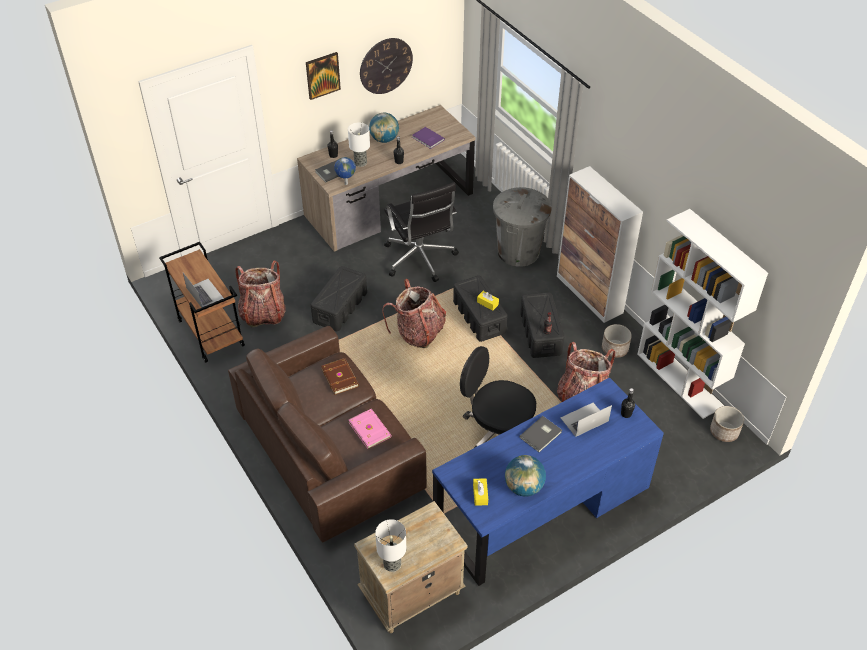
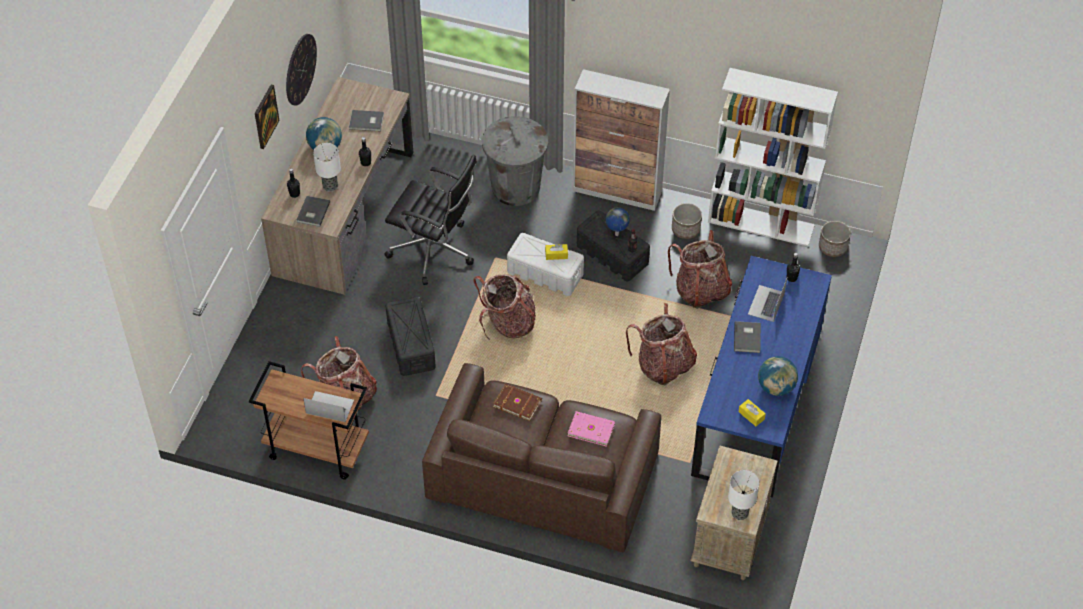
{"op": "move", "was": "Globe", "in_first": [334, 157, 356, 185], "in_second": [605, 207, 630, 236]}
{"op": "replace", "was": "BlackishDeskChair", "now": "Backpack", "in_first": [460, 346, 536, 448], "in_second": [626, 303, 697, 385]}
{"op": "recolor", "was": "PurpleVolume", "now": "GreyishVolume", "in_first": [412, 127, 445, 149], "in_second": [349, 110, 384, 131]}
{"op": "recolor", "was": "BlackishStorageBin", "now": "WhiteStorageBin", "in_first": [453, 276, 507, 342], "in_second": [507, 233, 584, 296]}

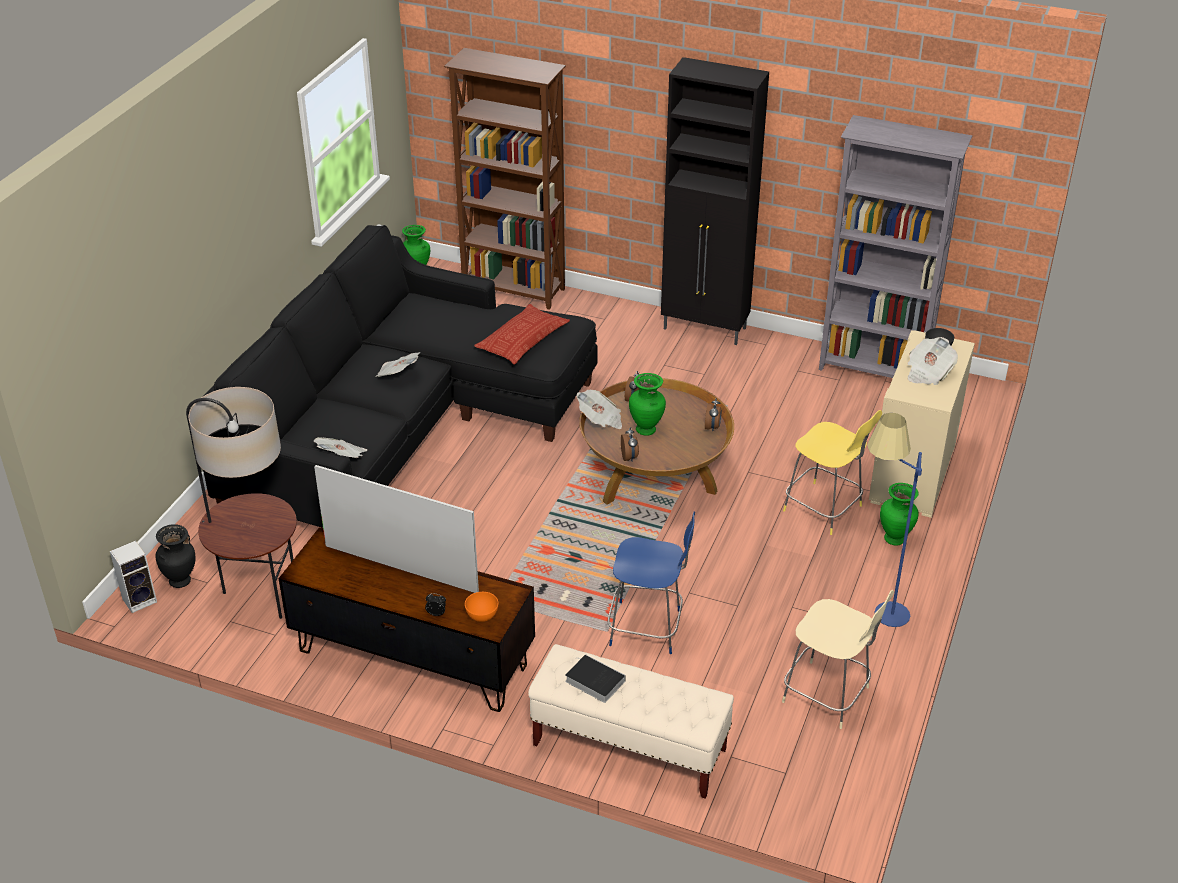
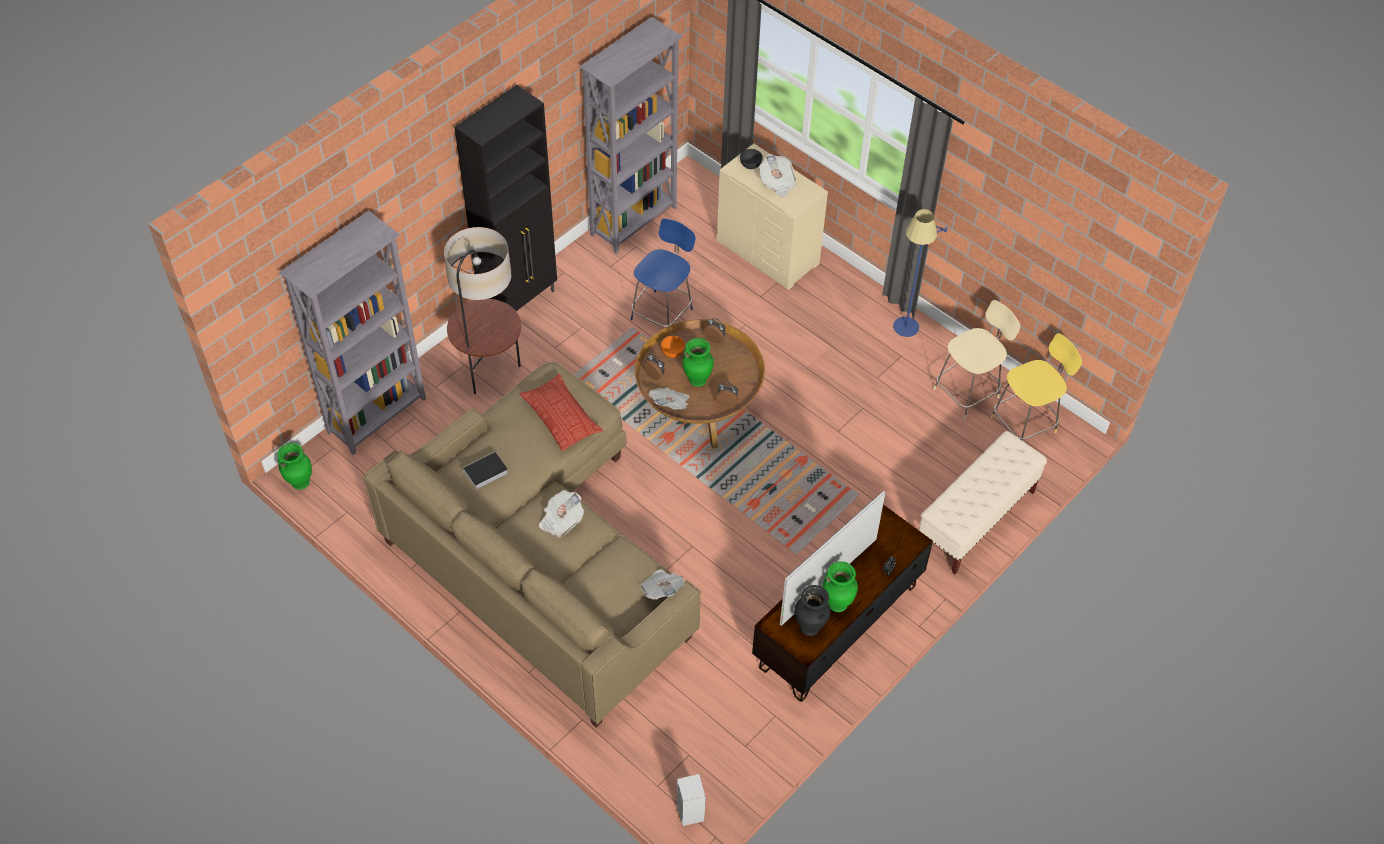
{"op": "move", "was": "BlackishFlowerVase", "in_first": [156, 524, 195, 588], "in_second": [795, 585, 830, 636]}
{"op": "move", "was": "StandardLamp", "in_first": [186, 387, 297, 619], "in_second": [444, 227, 521, 394]}
{"op": "move", "was": "OrangeyDeepDish", "in_first": [465, 592, 498, 622], "in_second": [661, 336, 685, 358]}
{"op": "move", "was": "Volume", "in_first": [565, 654, 626, 703], "in_second": [458, 452, 508, 489]}
{"op": "move", "was": "BluishSittingStool", "in_first": [608, 512, 695, 654], "in_second": [631, 218, 695, 327]}
{"op": "move", "was": "YellowishSittingStool", "in_first": [783, 410, 882, 535], "in_second": [990, 333, 1082, 440]}
{"op": "move", "was": "GreenishFlowerVase", "in_first": [880, 483, 919, 545], "in_second": [823, 561, 858, 612]}
{"op": "recolor", "was": "BlackishCouch", "now": "SandColouredCouch", "in_first": [203, 225, 598, 528], "in_second": [363, 362, 700, 728]}
{"op": "recolor", "was": "BrownishBookshelf", "now": "GreyishBookshelf", "in_first": [444, 48, 566, 310], "in_second": [279, 211, 426, 455]}

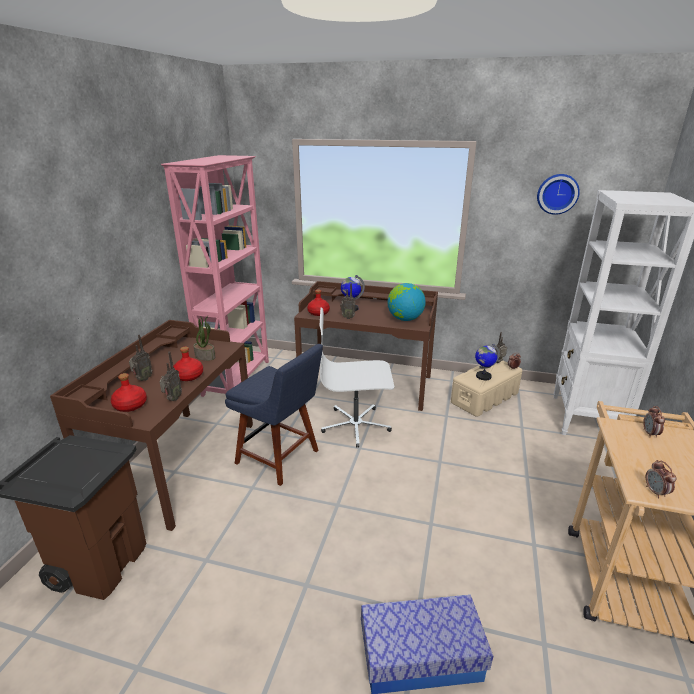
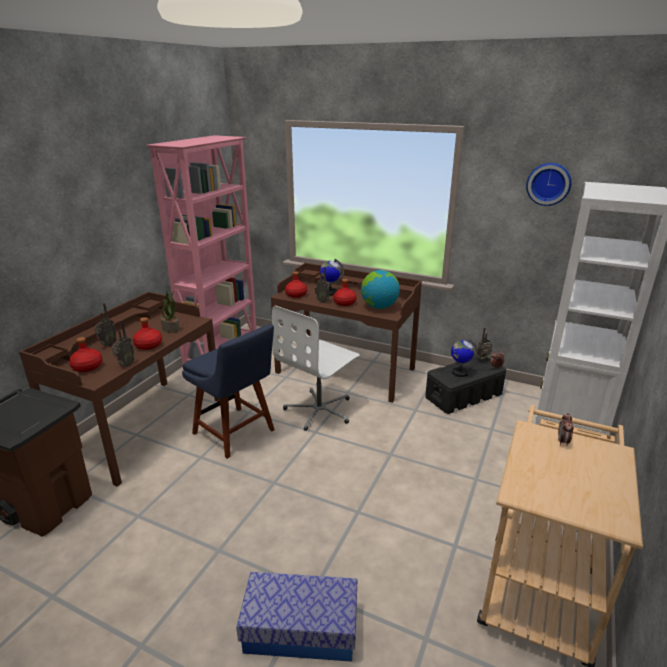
{"op": "delete", "was": "AlarmClock", "in_first": [646, 460, 676, 498]}
{"op": "insert", "now": "RedColouredBeverageBottle", "in_second": [333, 279, 357, 306]}
{"op": "recolor", "was": "SandColouredStorageBin", "now": "BlackishStorageBin", "in_first": [451, 360, 522, 417], "in_second": [425, 356, 506, 414]}
{"op": "rotate", "was": "WhiteDeskChair", "in_first": [320, 307, 394, 448], "in_second": [272, 305, 360, 431], "clockwise": -60}

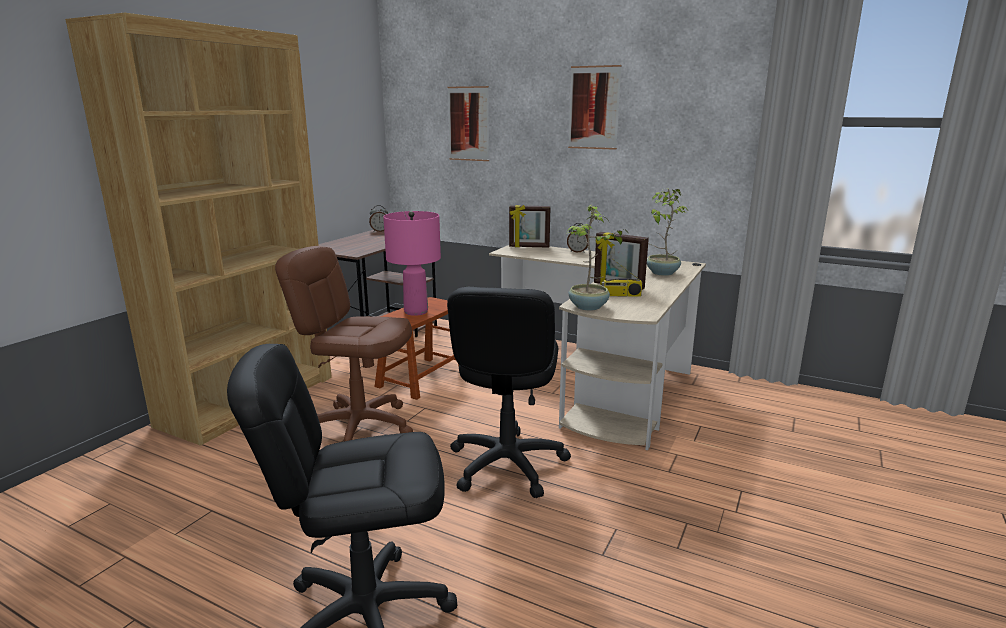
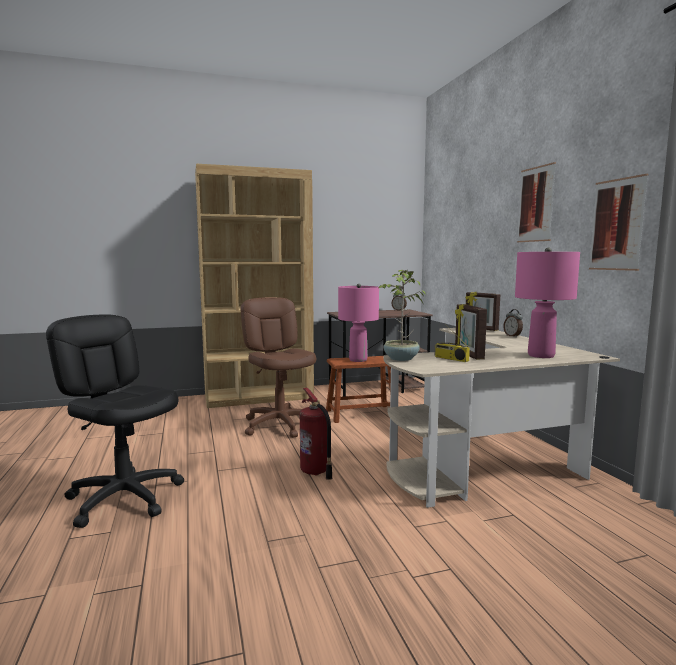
{"op": "move", "was": "WallPicture", "in_first": [448, 86, 489, 161], "in_second": [589, 174, 648, 271]}
{"op": "replace", "was": "BlackishDeskChair", "now": "FireFightingCylinder", "in_first": [447, 287, 571, 498], "in_second": [300, 388, 333, 480]}
{"op": "replace", "was": "PottedPlant", "now": "PinkLampForATable", "in_first": [647, 188, 688, 276], "in_second": [515, 247, 580, 358]}

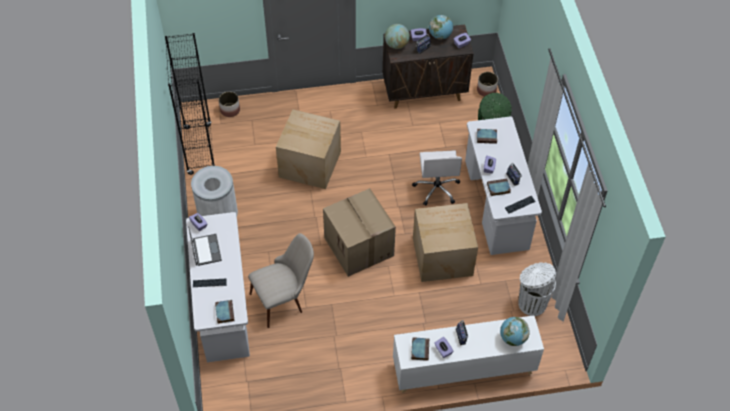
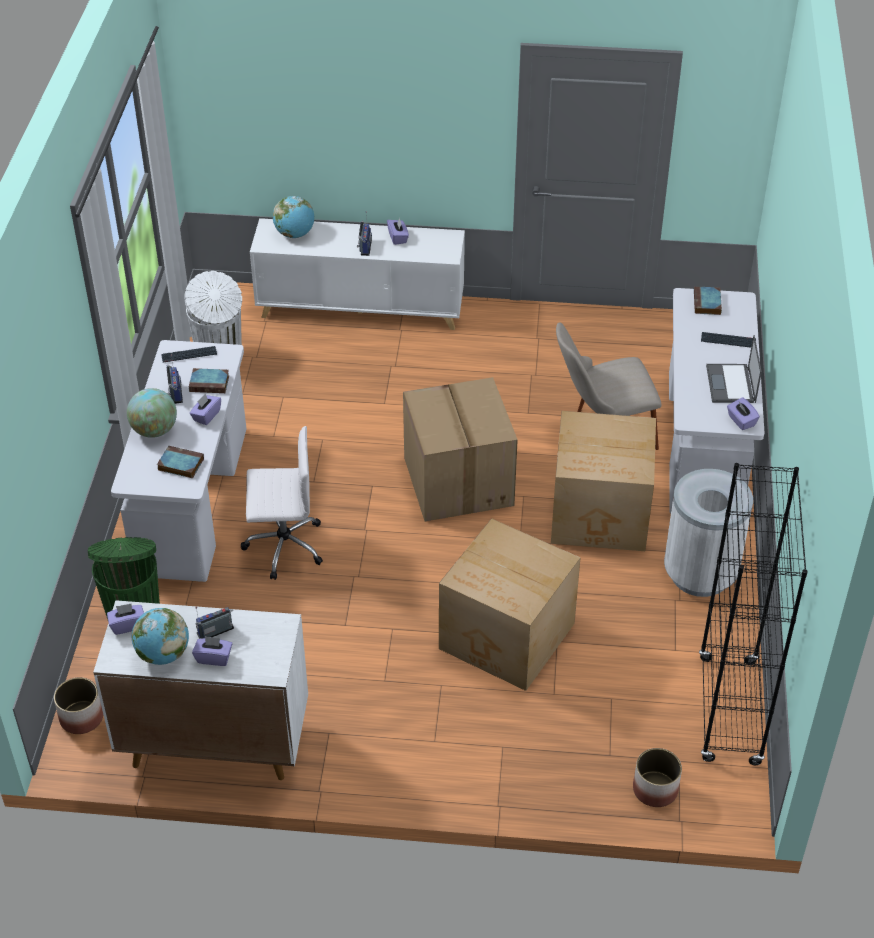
{"op": "delete", "was": "Volume", "in_first": [411, 337, 429, 361]}
{"op": "move", "was": "Globe", "in_first": [385, 24, 410, 49], "in_second": [127, 388, 177, 438]}
{"op": "move", "was": "CardboardBox", "in_first": [413, 203, 478, 282], "in_second": [551, 411, 656, 551]}
{"op": "recolor", "was": "BrownishCabinet", "now": "WhiteCabinet", "in_first": [383, 25, 474, 109], "in_second": [93, 600, 308, 780]}
{"op": "rotate", "was": "WhiteDeskChair", "in_first": [412, 150, 462, 205], "in_second": [241, 426, 323, 580], "clockwise": 75}

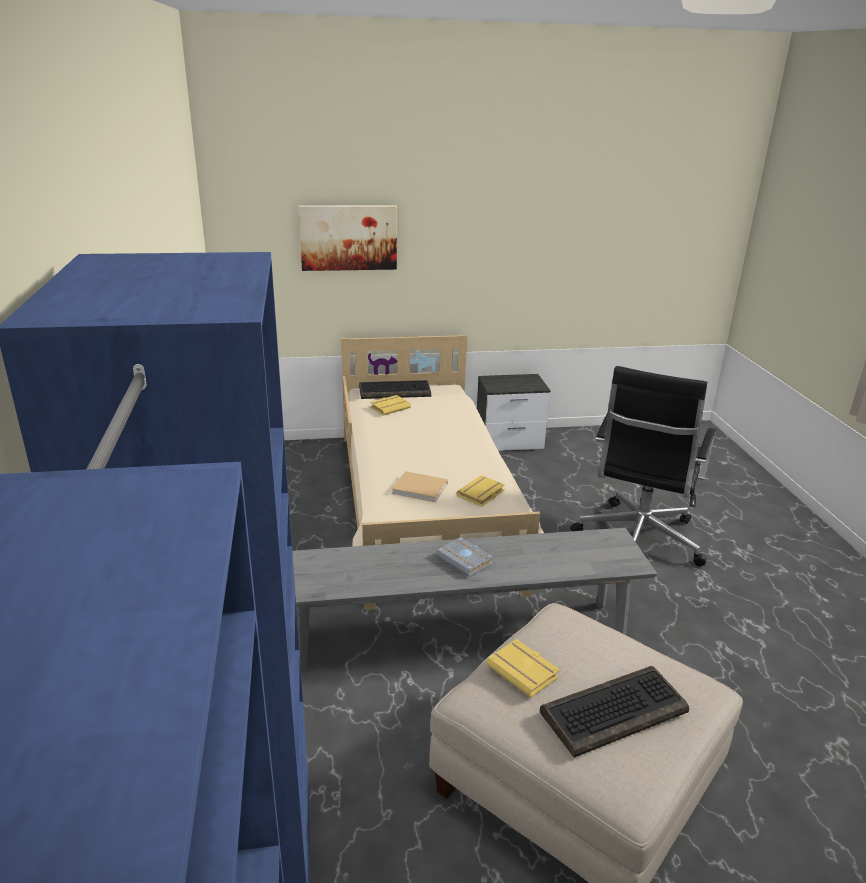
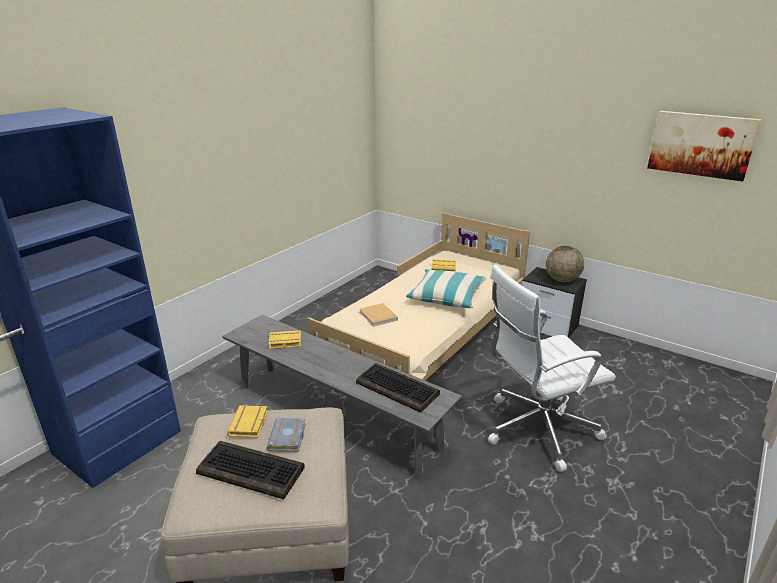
{"op": "insert", "now": "Pillow", "in_second": [406, 269, 486, 308]}
{"op": "insert", "now": "Globe", "in_second": [546, 246, 584, 282]}
{"op": "move", "was": "WallPicture", "in_first": [299, 205, 397, 271], "in_second": [647, 111, 762, 182]}
{"op": "move", "was": "ComputerKeyboard", "in_first": [359, 380, 431, 399], "in_second": [356, 363, 440, 413]}
{"op": "move", "was": "GreyishVolume", "in_first": [436, 537, 494, 577], "in_second": [267, 418, 306, 452]}
{"op": "move", "was": "YellowishVolume", "in_first": [456, 475, 505, 506], "in_second": [269, 330, 301, 349]}
{"op": "recolor", "was": "BlackishDeskChair", "now": "WhiteDeskChair", "in_first": [570, 366, 716, 566], "in_second": [488, 265, 616, 472]}

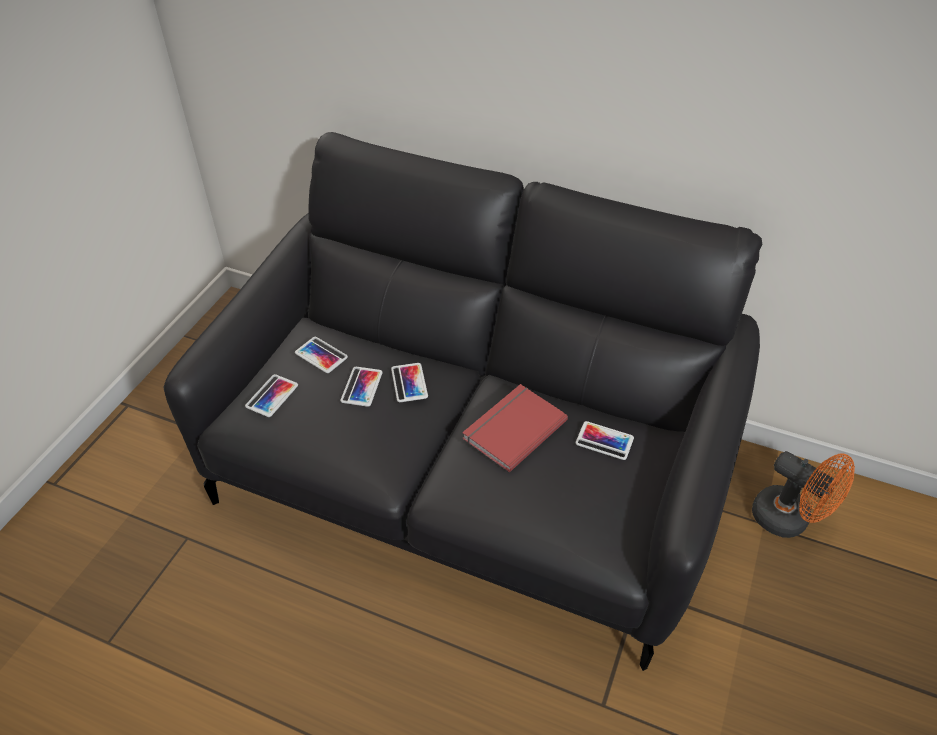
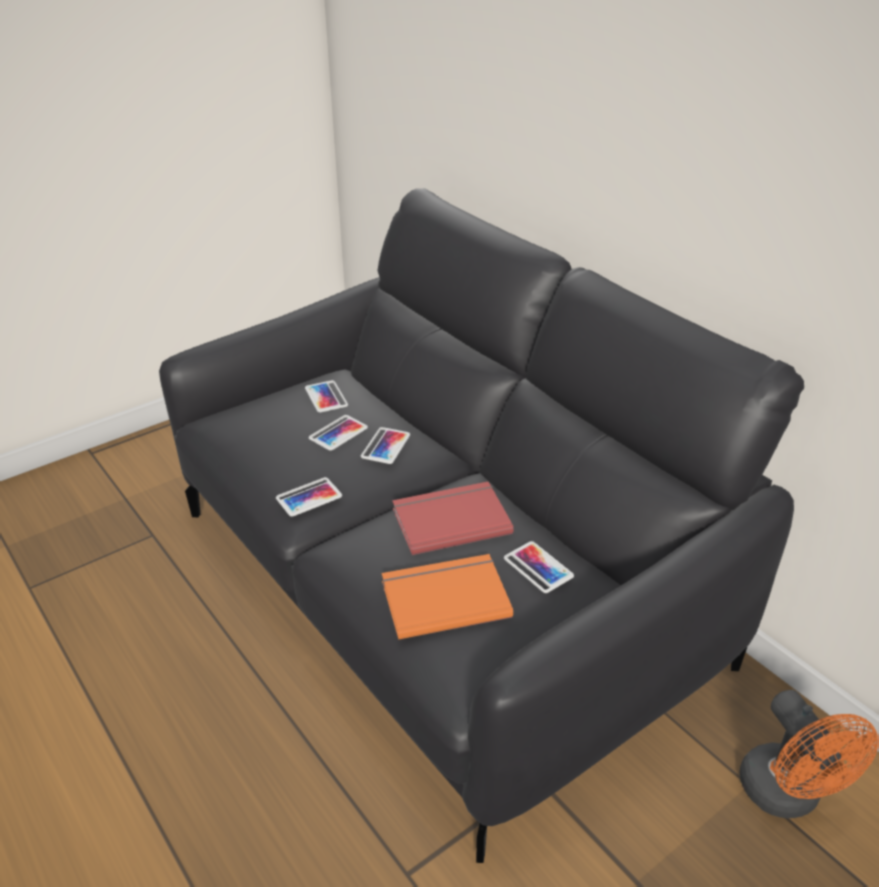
{"op": "insert", "now": "OrangeyVolume", "in_second": [382, 554, 513, 640]}
{"op": "move", "was": "Telephone", "in_first": [245, 374, 298, 417], "in_second": [276, 477, 342, 517]}

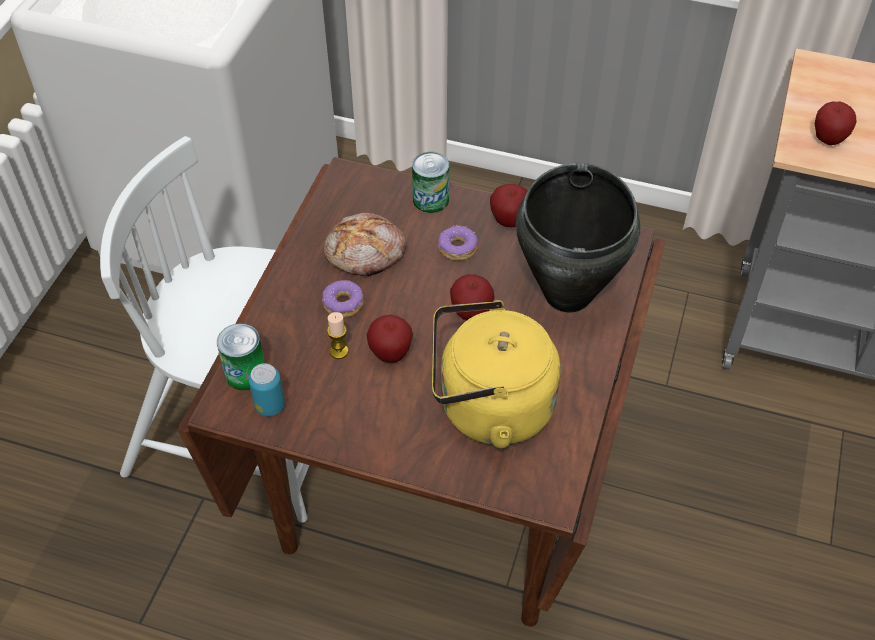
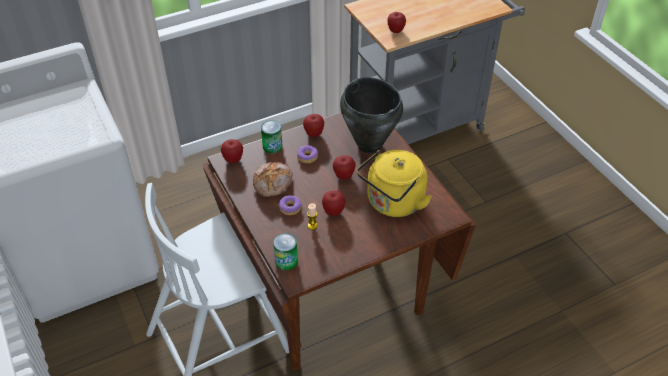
{"op": "delete", "was": "MetalCan", "in_first": [249, 363, 285, 416]}
{"op": "insert", "now": "AppleFruit", "in_second": [221, 139, 243, 163]}

